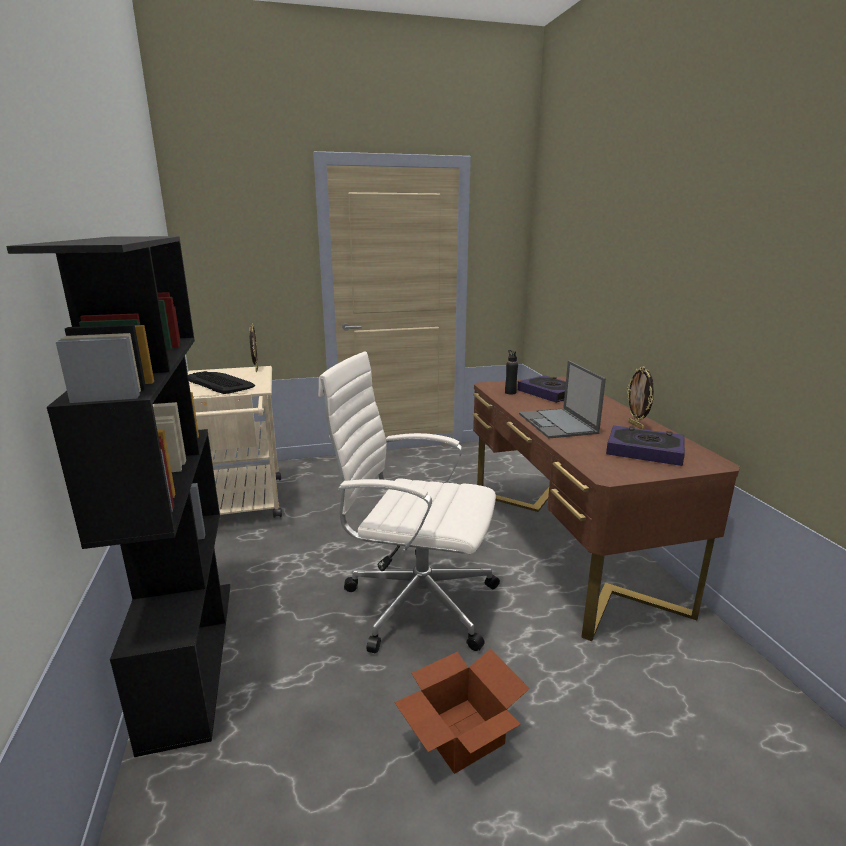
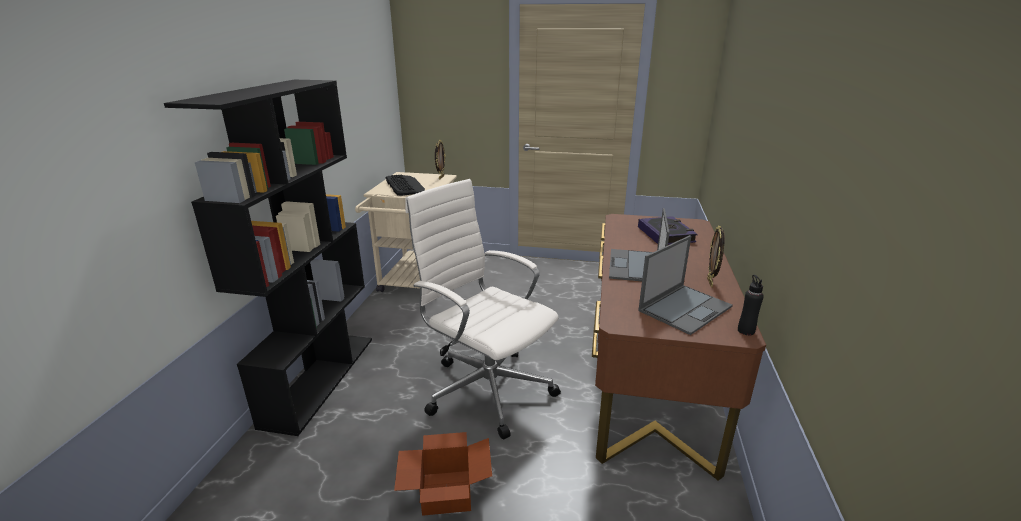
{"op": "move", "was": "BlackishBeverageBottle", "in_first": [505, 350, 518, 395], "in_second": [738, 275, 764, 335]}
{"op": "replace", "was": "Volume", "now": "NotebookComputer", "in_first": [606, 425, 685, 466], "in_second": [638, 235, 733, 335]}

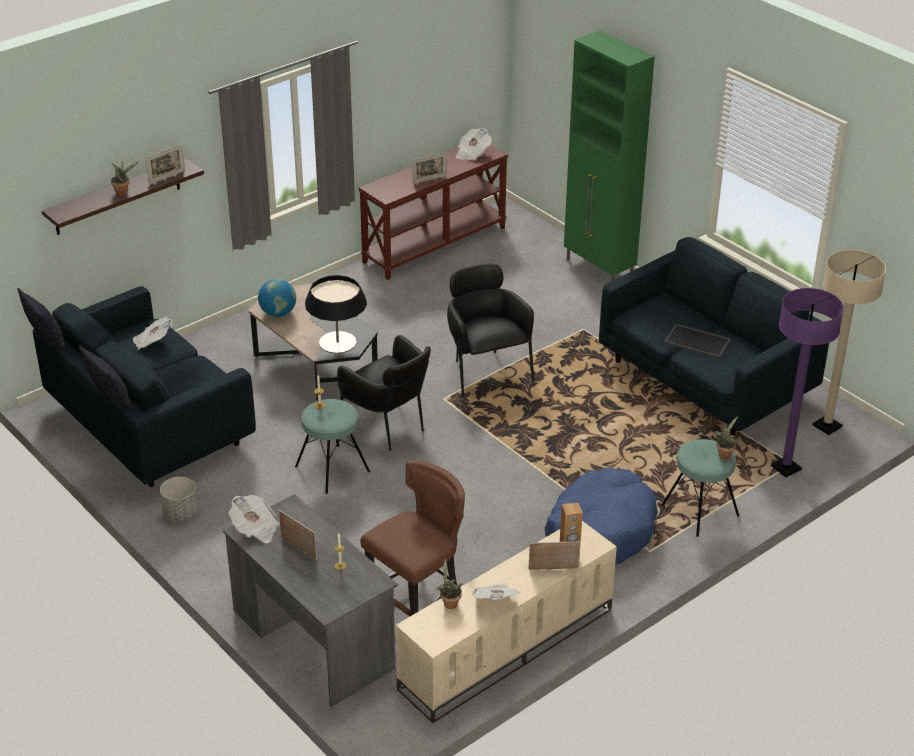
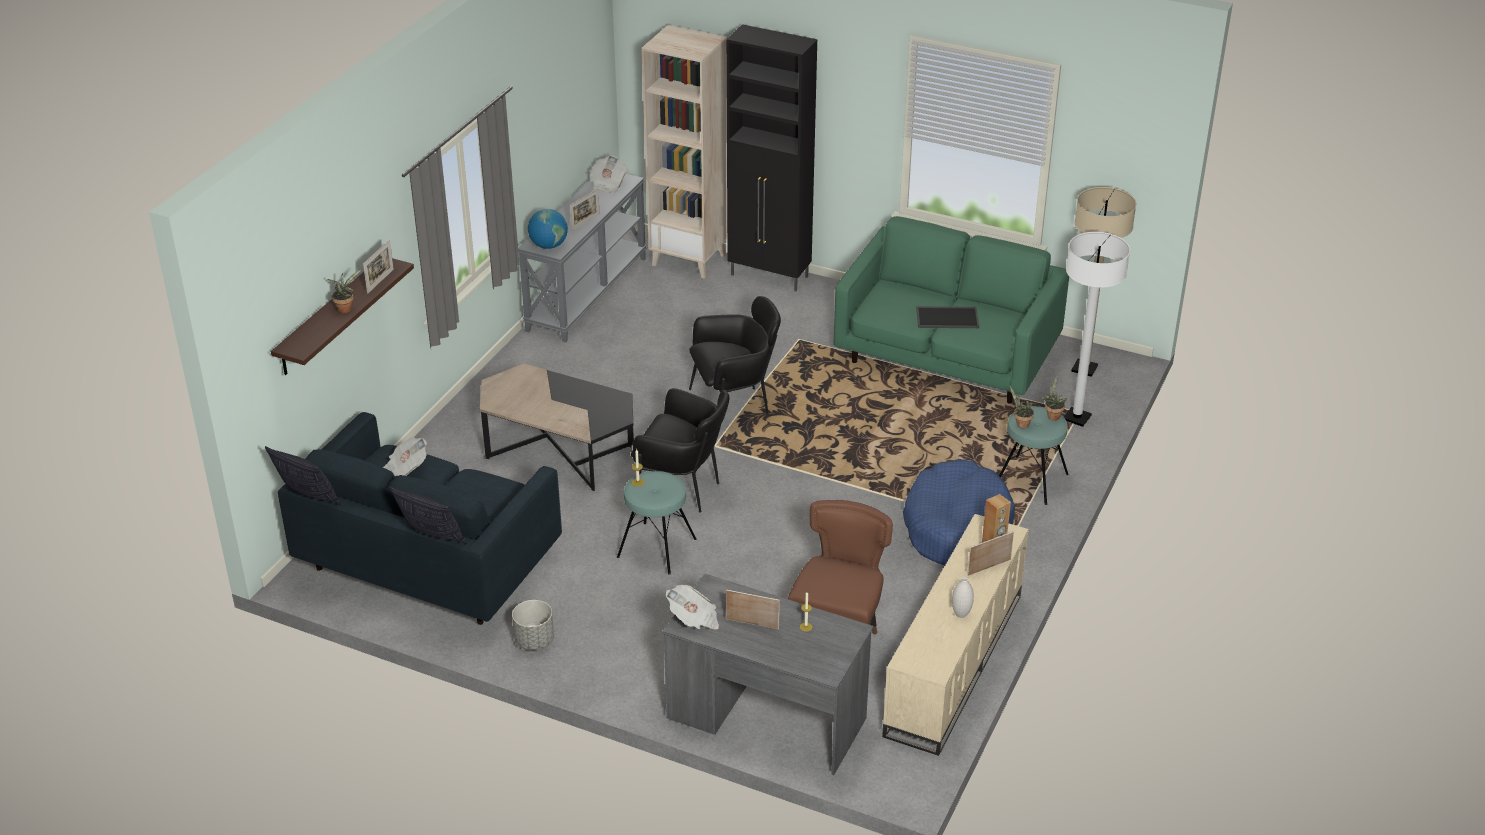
{"op": "delete", "was": "LampForATable", "in_first": [305, 275, 367, 354]}
{"op": "insert", "now": "SandColouredBookshelf", "in_second": [642, 25, 727, 279]}
{"op": "move", "was": "Globe", "in_first": [258, 279, 296, 317], "in_second": [528, 209, 568, 249]}
{"op": "move", "was": "PottedPlant", "in_first": [436, 558, 463, 609], "in_second": [1010, 386, 1034, 429]}
{"op": "replace", "was": "DailyPaper", "now": "WhiteFlowerVase", "in_first": [472, 583, 521, 600], "in_second": [952, 577, 974, 618]}
{"op": "recolor", "was": "BrownishConsoleTable", "now": "GreyishConsoleTable", "in_first": [358, 145, 508, 280], "in_second": [518, 174, 647, 343]}
{"op": "recolor", "was": "GreenishCabinet", "now": "BlackishCabinet", "in_first": [564, 31, 655, 281], "in_second": [726, 24, 817, 291]}
{"op": "recolor", "was": "BluishCouch", "now": "GreenishCouch", "in_first": [599, 237, 829, 436], "in_second": [834, 216, 1069, 404]}
{"op": "recolor", "was": "PurpleStandardLamp", "now": "WhiteStandardLamp", "in_first": [771, 288, 844, 477], "in_second": [1064, 232, 1130, 427]}
{"op": "rotate", "was": "BlackishEasyChair", "in_first": [447, 263, 534, 397], "in_second": [689, 296, 781, 414], "clockwise": 120}

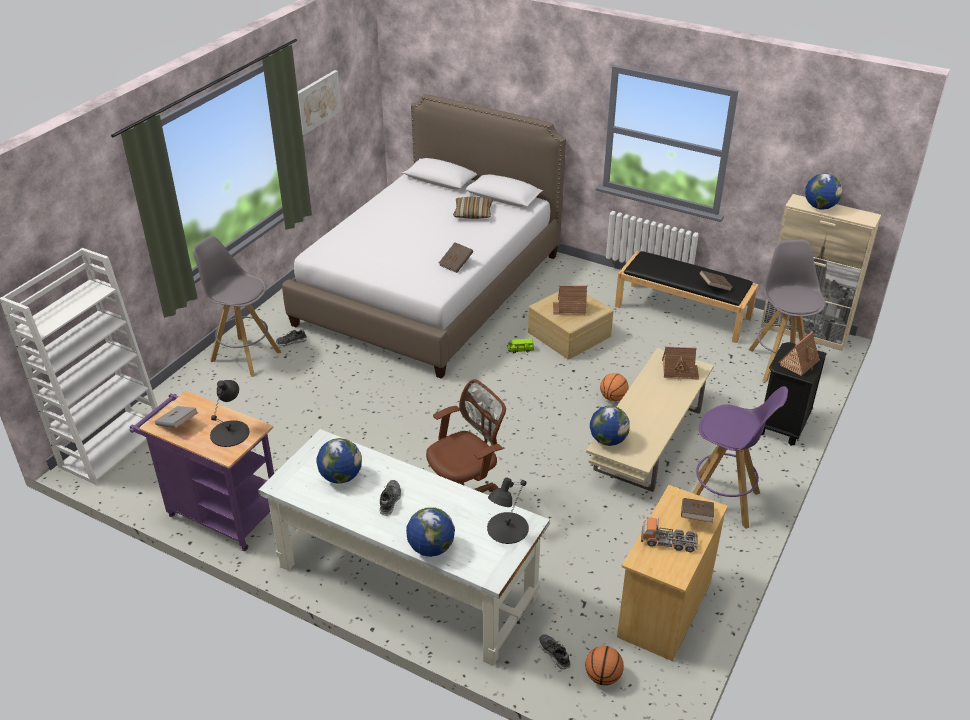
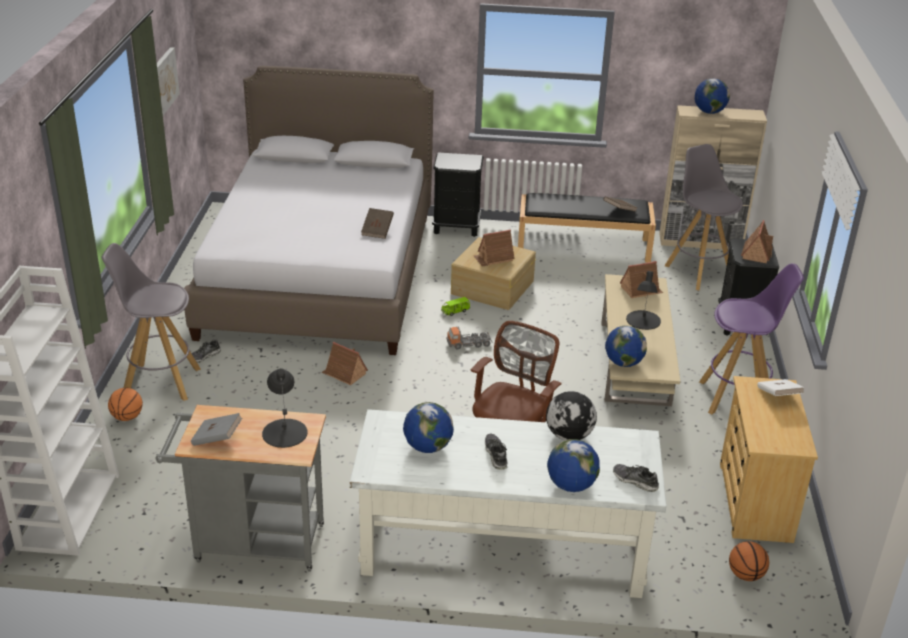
{"op": "delete", "was": "Pillow", "in_first": [453, 197, 493, 219]}
{"op": "insert", "now": "ToyHouse", "in_second": [322, 342, 368, 385]}
{"op": "insert", "now": "BlackishNightTable", "in_second": [432, 153, 484, 237]}
{"op": "insert", "now": "Globe", "in_second": [546, 391, 597, 440]}
{"op": "move", "was": "BlackishLampForATable", "in_first": [487, 477, 529, 544], "in_second": [626, 271, 661, 330]}
{"op": "move", "was": "Shoe", "in_first": [539, 634, 571, 670], "in_second": [613, 464, 659, 492]}
{"op": "move", "was": "BasketballBall", "in_first": [600, 373, 629, 401], "in_second": [108, 388, 143, 421]}
{"op": "move", "was": "ToyLorry", "in_first": [641, 517, 698, 552], "in_second": [446, 326, 493, 350]}
{"op": "recolor", "was": "PurpleWheeledCart", "now": "GreyishWheeledCart", "in_first": [130, 391, 274, 551], "in_second": [155, 405, 326, 572]}
{"op": "recolor", "was": "BrownishVolume", "now": "WhiteVolume", "in_first": [681, 498, 714, 522], "in_second": [757, 379, 804, 396]}

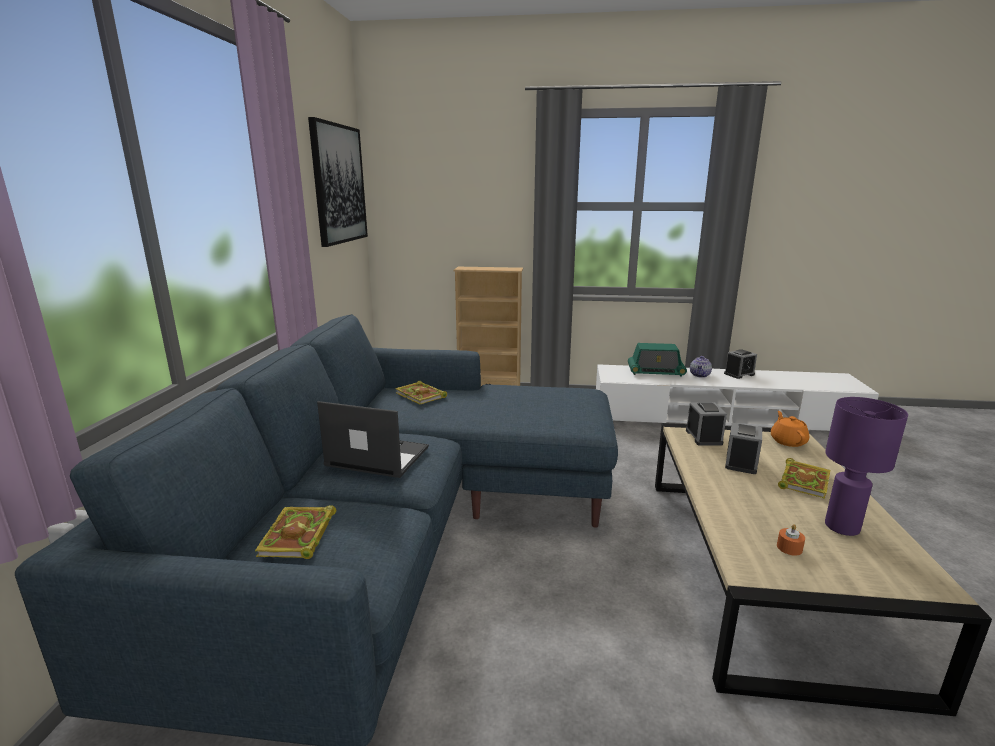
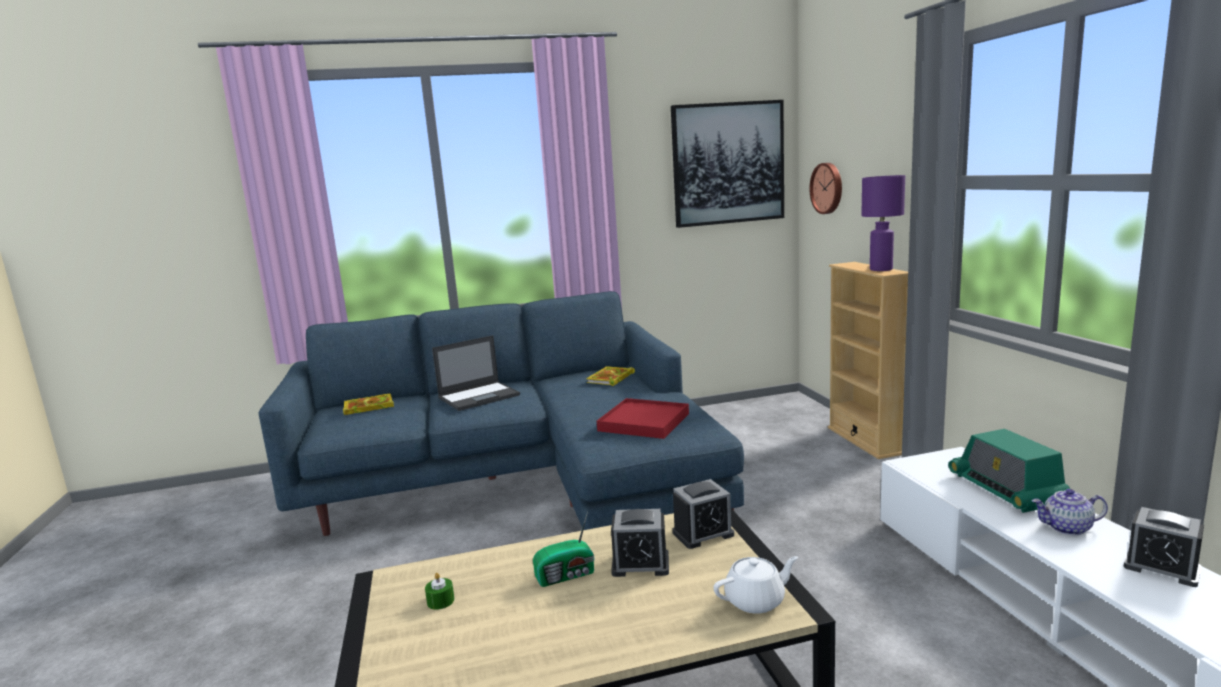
{"op": "delete", "was": "Volume", "in_first": [778, 458, 830, 499]}
{"op": "insert", "now": "RadioSet", "in_second": [533, 511, 595, 587]}
{"op": "insert", "now": "RedColouredTray", "in_second": [597, 398, 689, 439]}
{"op": "insert", "now": "ClockOnTheWall", "in_second": [810, 163, 842, 214]}
{"op": "move", "was": "PurpleLampForATable", "in_first": [825, 397, 908, 536], "in_second": [861, 175, 905, 271]}
{"op": "recolor", "was": "OrangeyTeapot", "now": "WhiteTeapot", "in_first": [771, 411, 809, 447], "in_second": [713, 556, 798, 614]}
{"op": "recolor", "was": "OrangeyWaxCandle", "now": "GreenishWaxCandle", "in_first": [777, 524, 805, 556], "in_second": [425, 573, 454, 610]}
{"op": "rotate", "was": "NotebookComputer", "in_first": [317, 401, 429, 478], "in_second": [432, 335, 520, 411], "clockwise": 60}

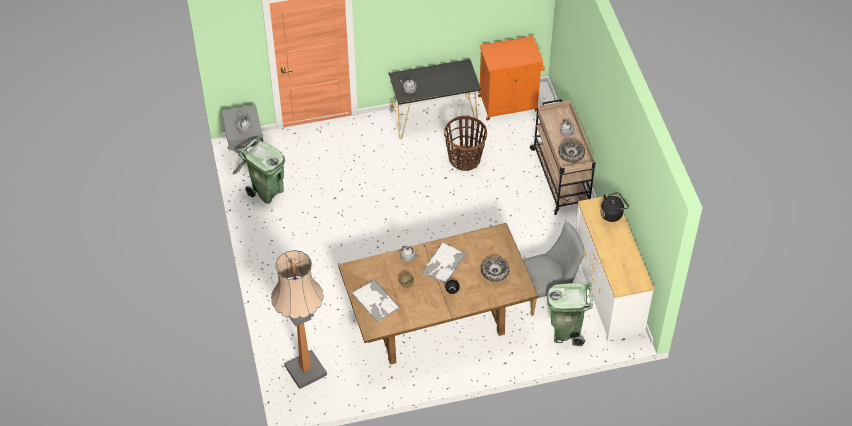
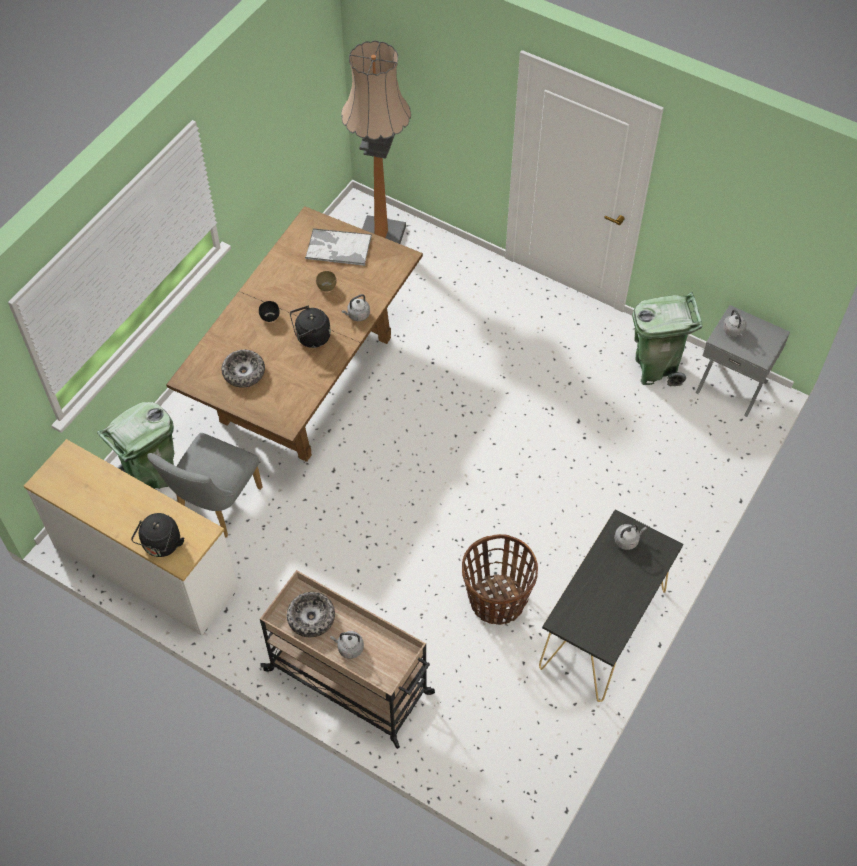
{"op": "delete", "was": "OrangeyCabinet", "in_first": [478, 36, 545, 121]}
{"op": "replace", "was": "Tray", "now": "BlackishTeaKettle", "in_first": [422, 242, 466, 284], "in_second": [290, 306, 331, 348]}

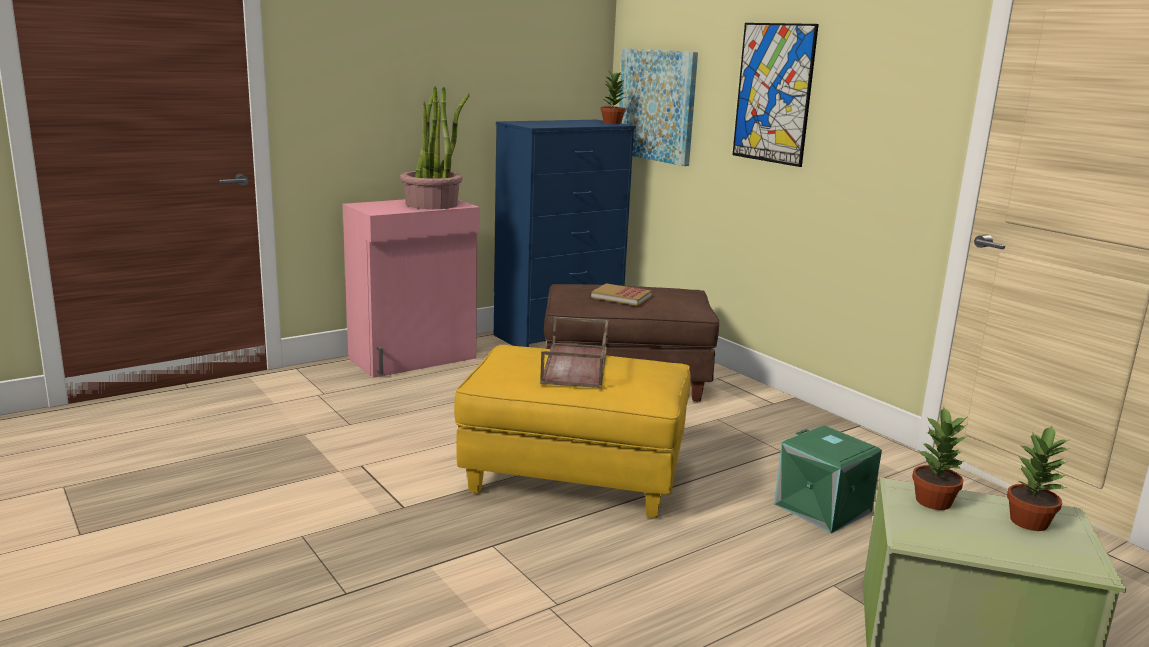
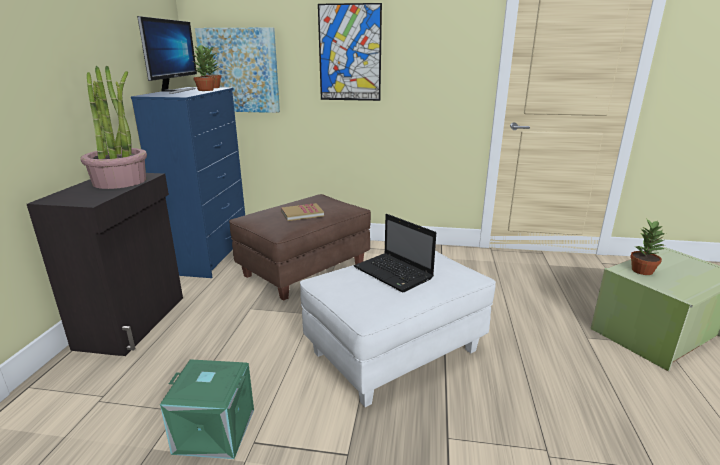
{"op": "insert", "now": "ComputerDisplay", "in_second": [137, 16, 197, 94]}
{"op": "move", "was": "GreenishStorageBin", "in_first": [774, 425, 882, 533], "in_second": [160, 359, 254, 459]}
{"op": "move", "was": "PottedPlant", "in_first": [1007, 426, 1070, 531], "in_second": [191, 45, 215, 91]}
{"op": "replace", "was": "BrownishTray", "now": "NotebookComputer", "in_first": [540, 317, 608, 388], "in_second": [354, 214, 436, 292]}
{"op": "recolor", "was": "PinkCabinet", "now": "BlackishCabinet", "in_first": [343, 199, 480, 378], "in_second": [27, 173, 183, 356]}
{"op": "recolor", "was": "YellowishPouffe", "now": "WhitePouffe", "in_first": [454, 345, 691, 518], "in_second": [300, 251, 496, 407]}

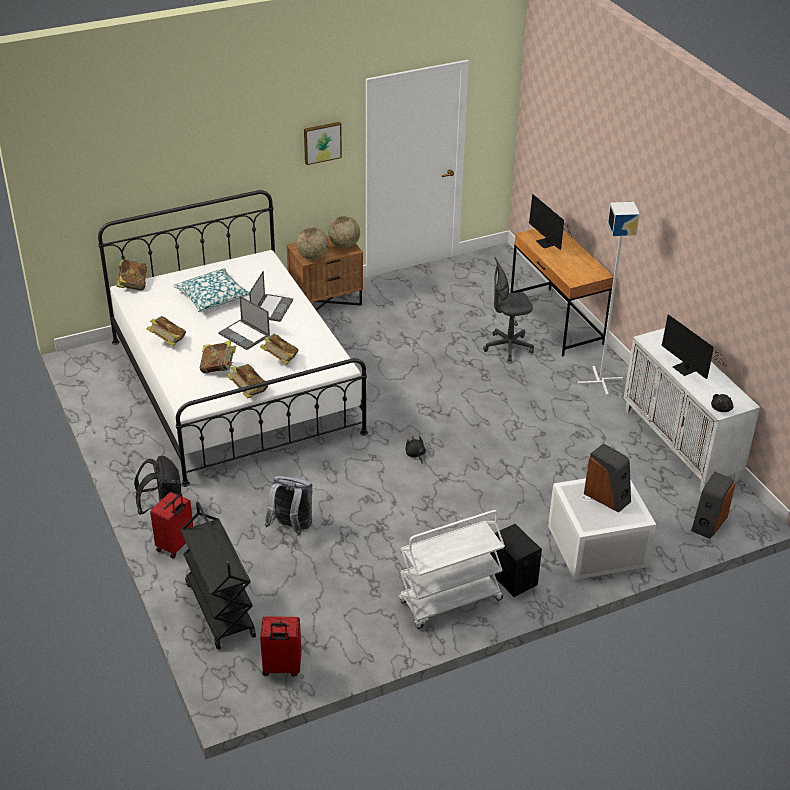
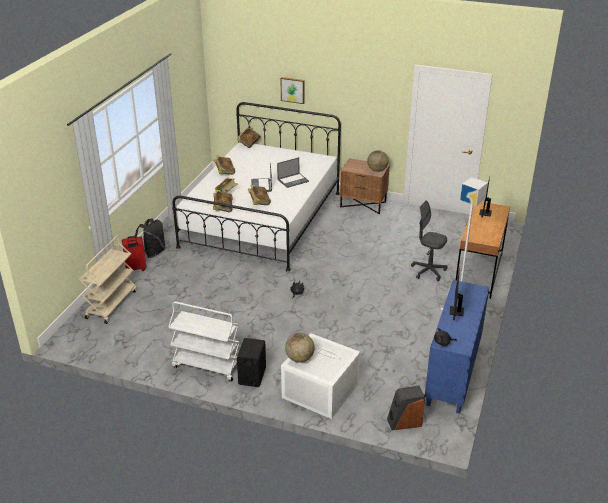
{"op": "delete", "was": "Pillow", "in_first": [173, 268, 249, 312]}
{"op": "delete", "was": "RedColouredSuitcase", "in_first": [260, 616, 301, 676]}
{"op": "delete", "was": "GreyishBackpack", "in_first": [265, 476, 312, 535]}
{"op": "delete", "was": "AudioSpeaker", "in_first": [584, 443, 631, 512]}
{"op": "move", "was": "Globe", "in_first": [296, 227, 328, 260], "in_second": [285, 333, 315, 363]}
{"op": "move", "was": "WallPicture", "in_first": [304, 122, 342, 165], "in_second": [280, 77, 305, 104]}
{"op": "recolor", "was": "BlackishWheeledCart", "now": "SandColouredWheeledCart", "in_first": [181, 502, 256, 650], "in_second": [79, 236, 137, 324]}
{"op": "recolor", "was": "WhiteCabinet", "now": "BluishCabinet", "in_first": [624, 328, 760, 493], "in_second": [425, 280, 490, 414]}

